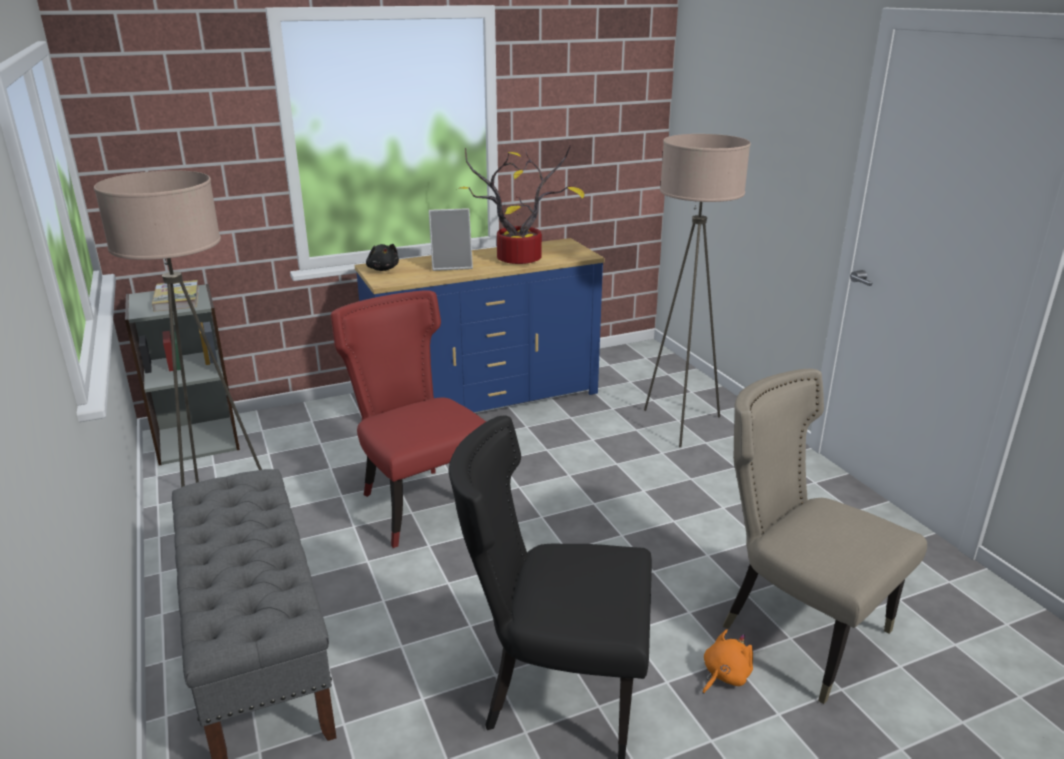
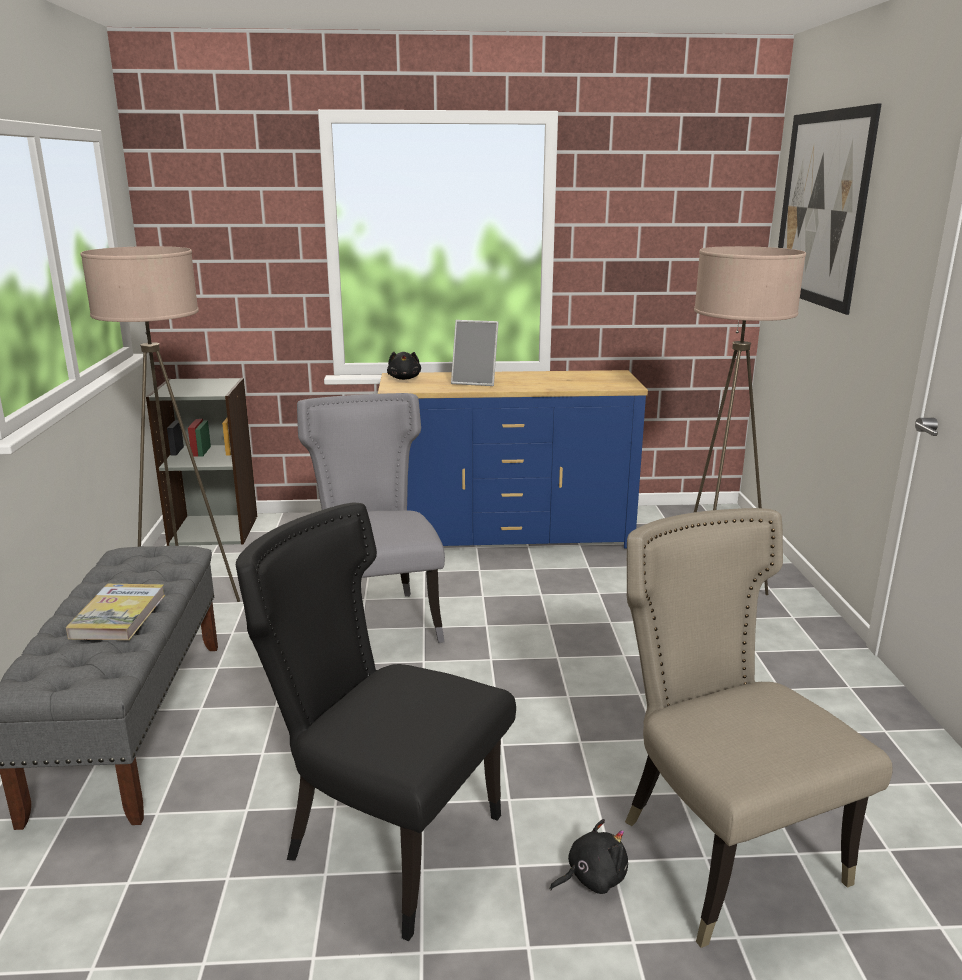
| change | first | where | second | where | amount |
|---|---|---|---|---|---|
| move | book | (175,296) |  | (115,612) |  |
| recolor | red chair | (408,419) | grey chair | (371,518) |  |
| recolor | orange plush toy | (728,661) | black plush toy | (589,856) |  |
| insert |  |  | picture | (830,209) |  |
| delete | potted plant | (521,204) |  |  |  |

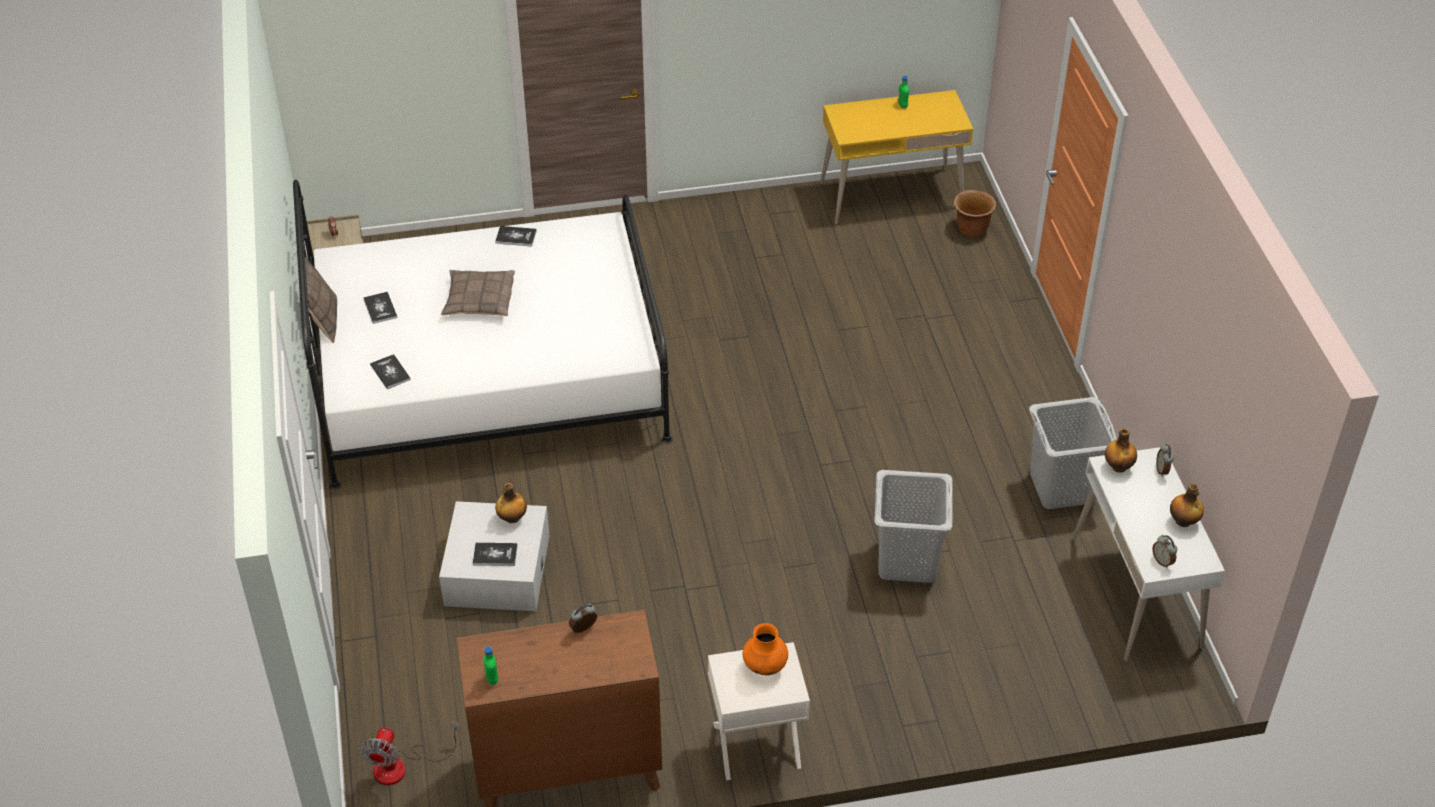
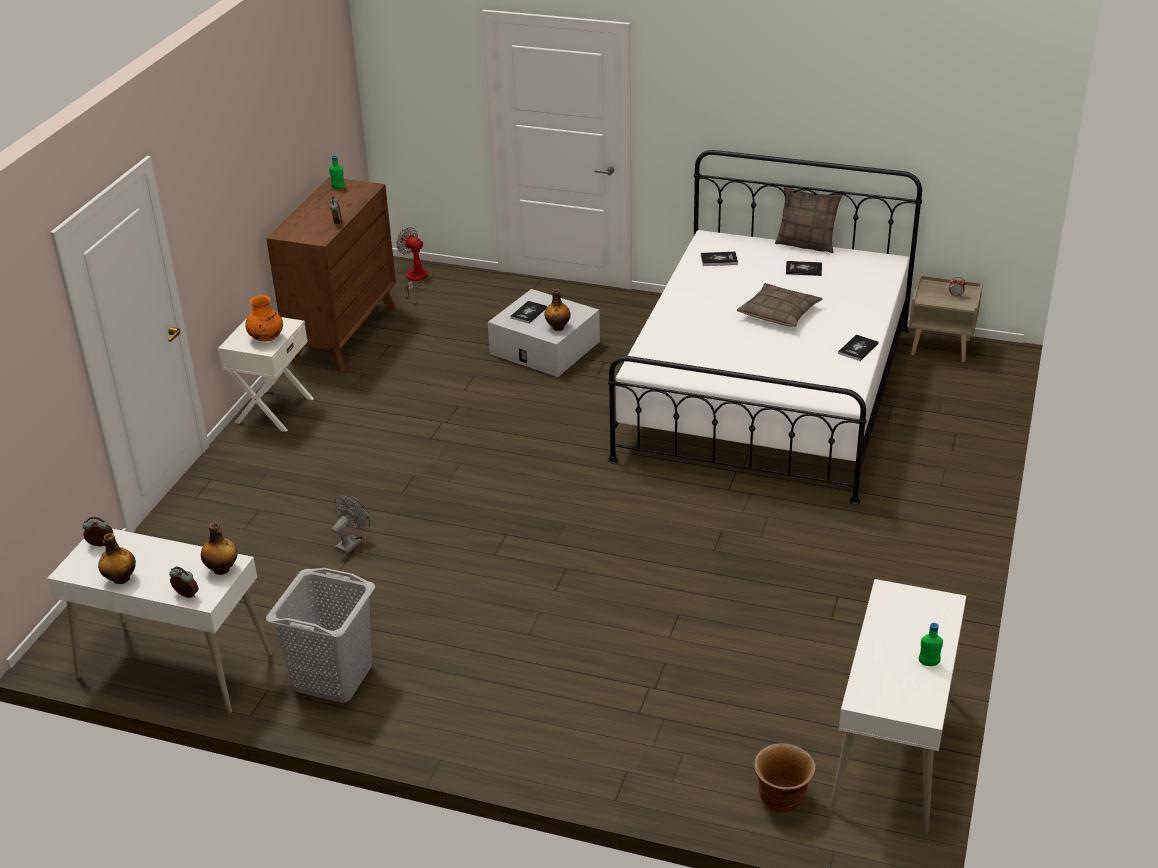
| change | first | where | second | where | amount |
|---|---|---|---|---|---|
| replace | grey laundry basket | (913,526) | grey fan | (351,524) |  |
| recolor | yellow desk | (896,157) | white desk | (897,706) |  |

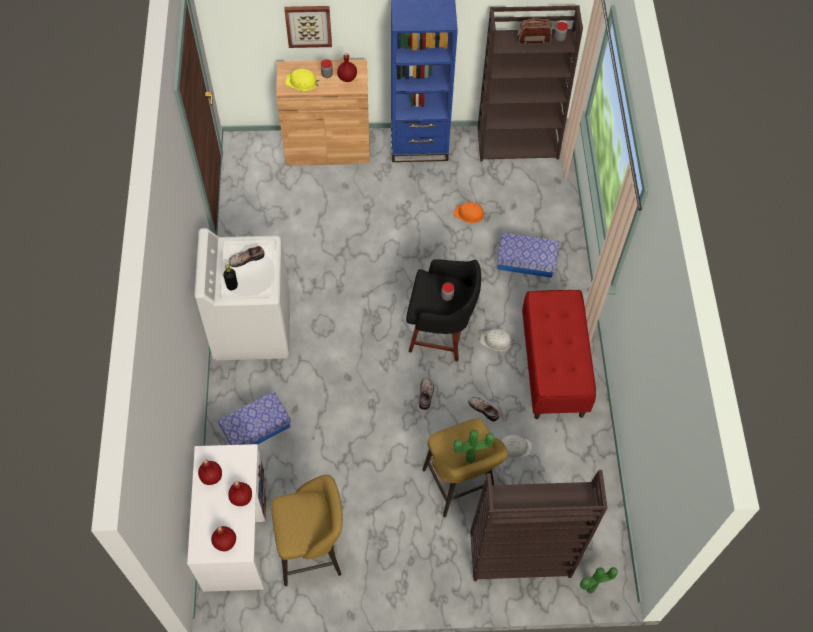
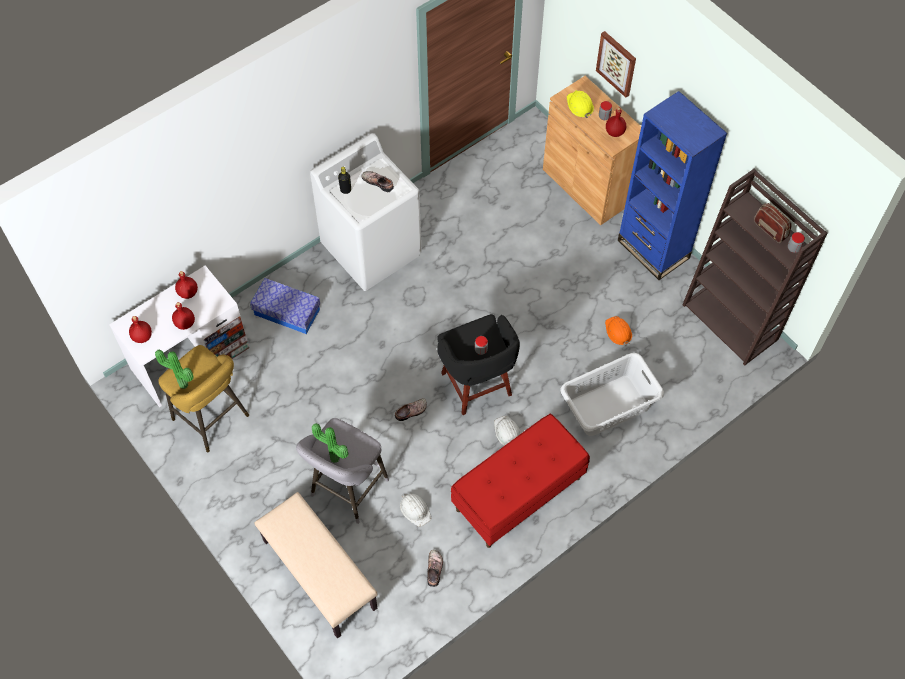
| change | first | where | second | where | amount |
|---|---|---|---|---|---|
| move | potted plant | (599,580) |  | (174,369) |  |
| replace | brown bookcase | (538,525) | beige bench | (316,565) |  |
| recolor | yellow stool | (465,467) | grey stool | (342,471) |  |
| move | shoe | (483,409) |  | (435,568) |  |
| replace | storage box | (528,255) | grey laundry basket | (612,394) |  |

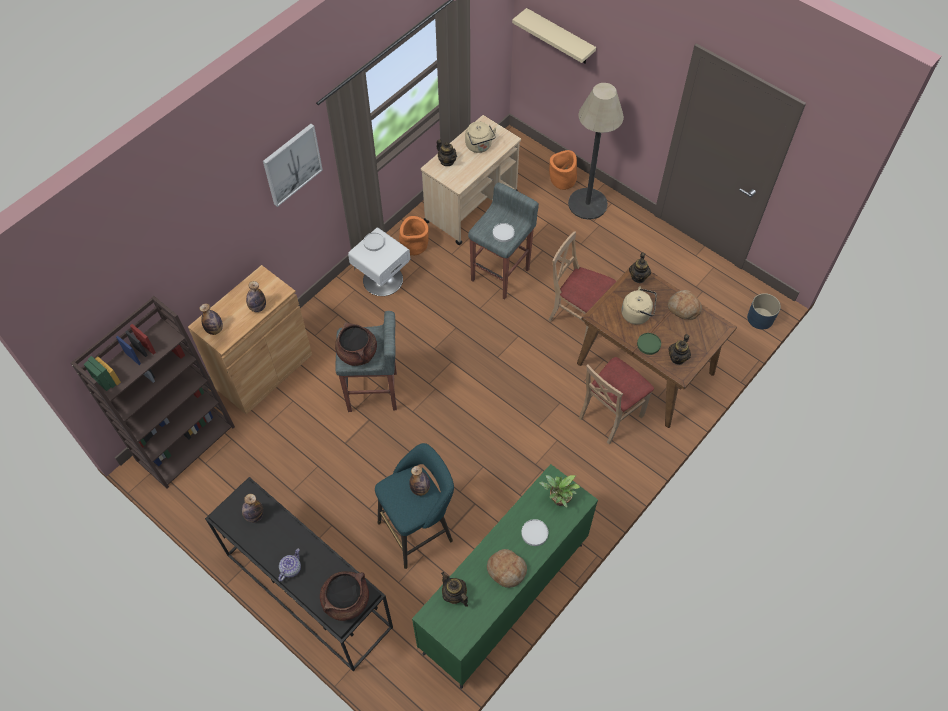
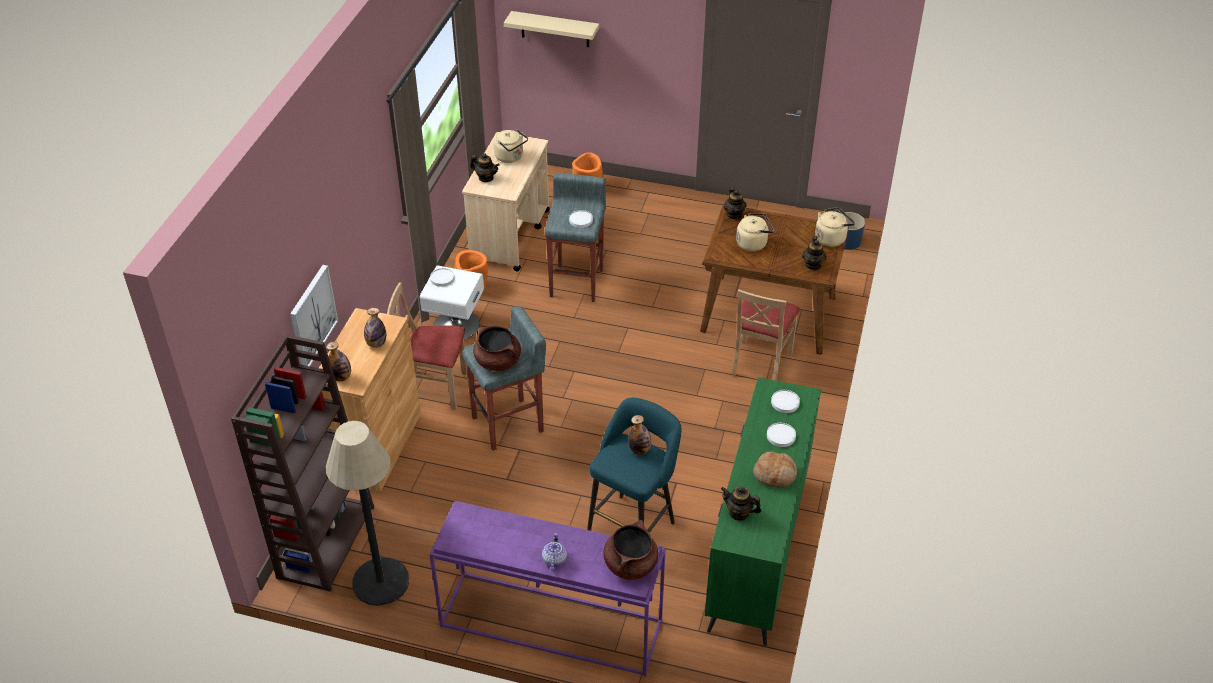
| change | first | where | second | where | amount |
|---|---|---|---|---|---|
| move | picture | (293,165) |  | (314,315) |  |
| move | floor lamp | (596,151) |  | (367,513) |  |
| move | beige chair | (582,285) |  | (427,346) |  |
| recolor | black console table | (299,574) | purple console table | (547,588) |  |
| replace | potted plant | (559,491) | white plate | (785,401) |  |
| insert |  |  | beige kettle | (835,227) |  |
| delete | bottle | (252,508) |  |  |  |
| delete | green plate | (649,344) |  |  |  |
| delete | bread | (685,305) |  |  |  |

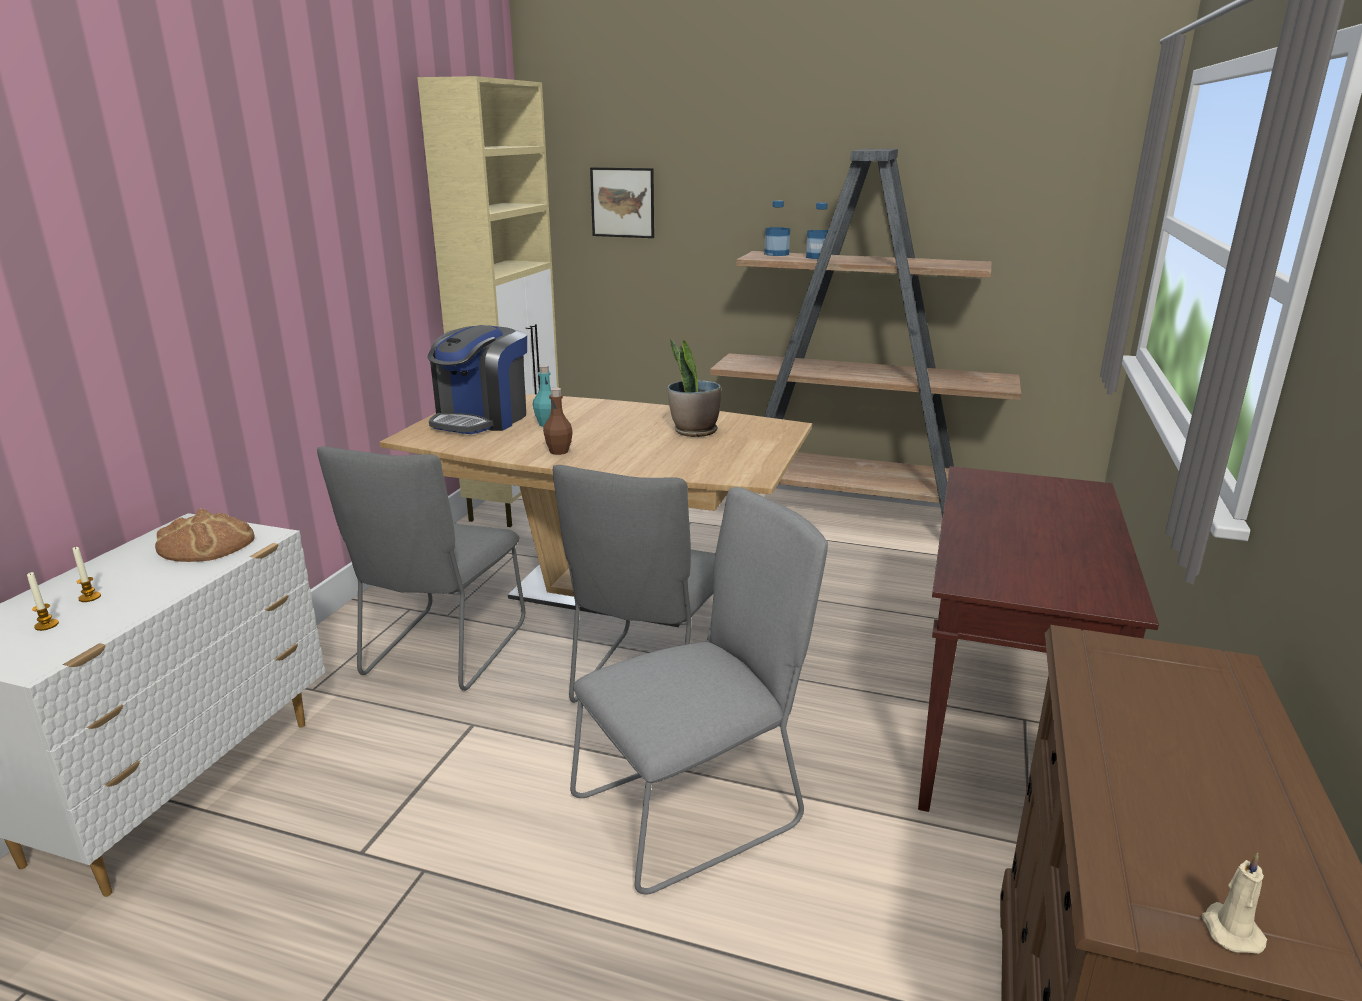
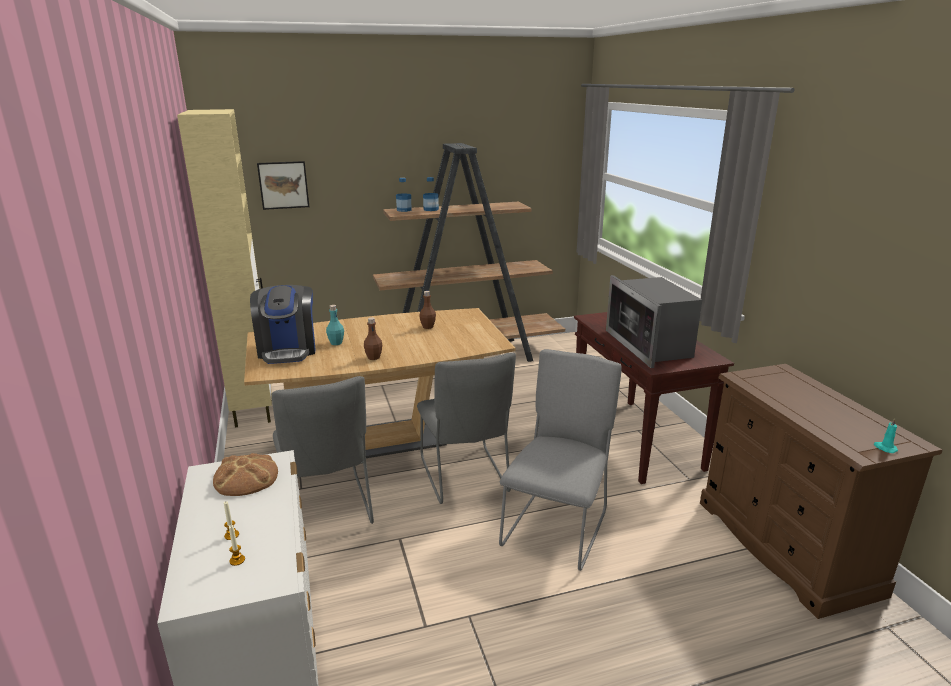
| change | first | where | second | where | amount |
|---|---|---|---|---|---|
| replace | potted plant | (694,388) | brown bottle | (427,310) |  |
| insert |  |  | microwave | (654,321) |  |
| recolor | beige candle | (1234,903) | turquoise candle | (886,435) |  |

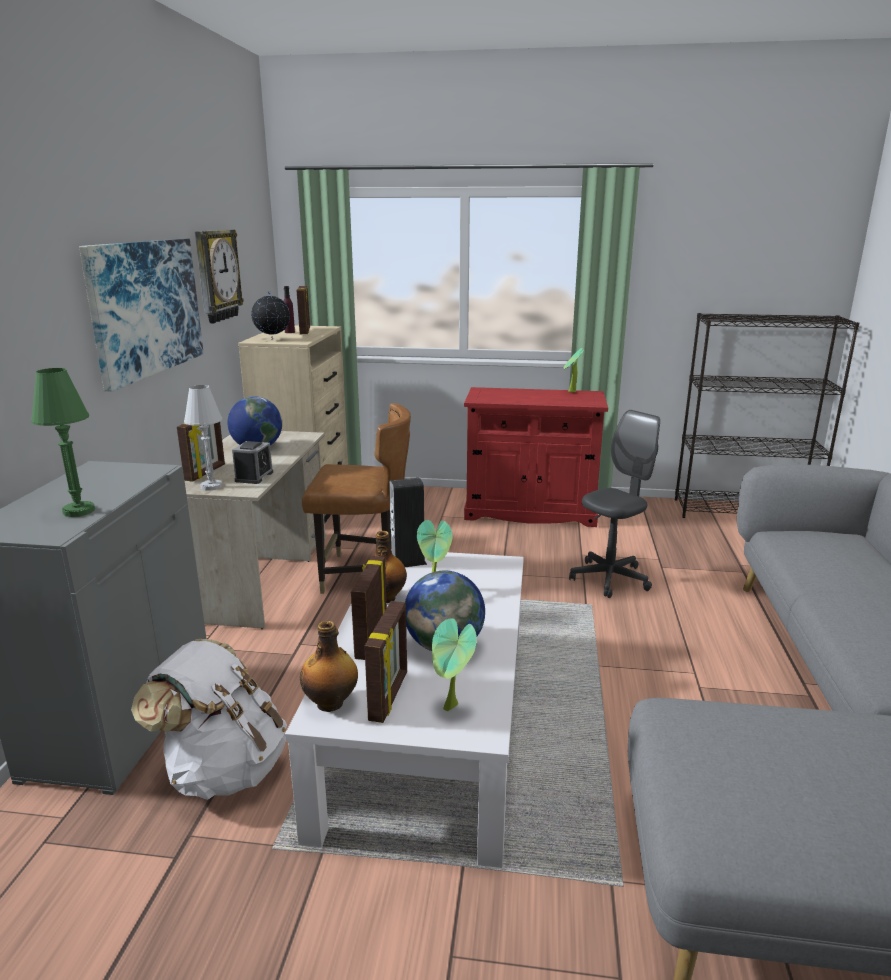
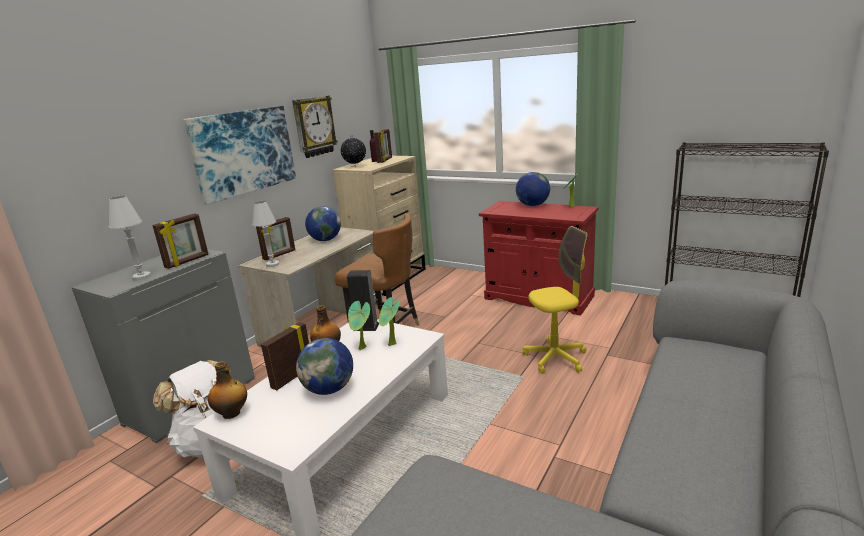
| change | first | where | second | where | amount |
|---|---|---|---|---|---|
| recolor | green table lamp | (63,442) | white table lamp | (130,238) |  |
| move | picture frame | (385,662) |  | (180,241) |  |
| move | potted plant | (454,664) |  | (389,321) |  |
| insert |  |  | globe | (533,189) |  |
| recolor | grey office chair | (614,504) | yellow office chair | (555,300) |  |
| delete | alarm clock | (252,462) |  |  |  |

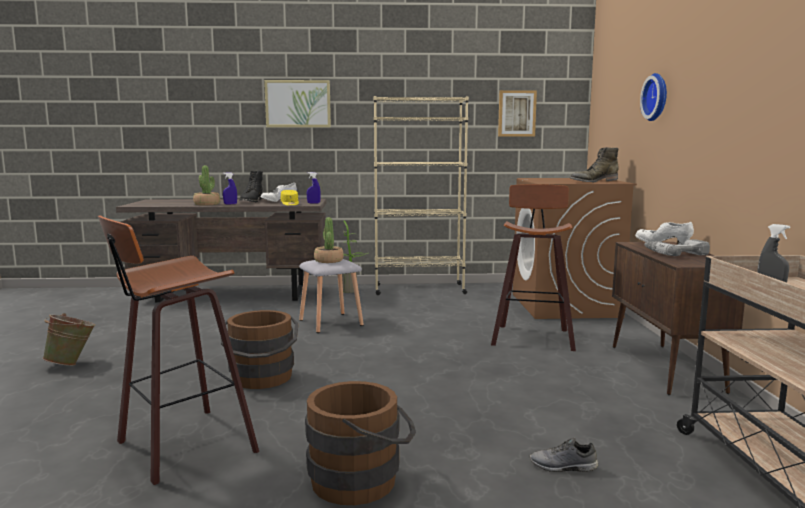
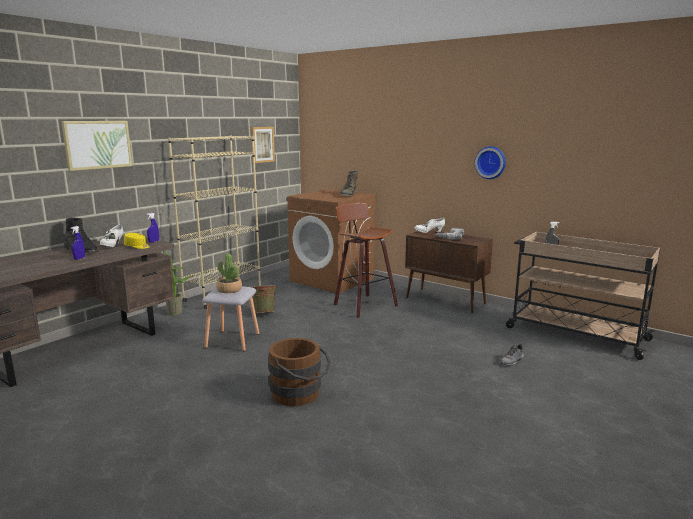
| change | first | where | second | where | amount |
|---|---|---|---|---|---|
| move | green bucket | (69,339) |  | (264,299) |  |
| move | wall clock | (653,97) |  | (490,162) |  |
| delete | stool | (178,350) |  |  |  |
| delete | potted plant | (206,185) |  |  |  |
| delete | brown bucket | (360,443) |  |  |  |

